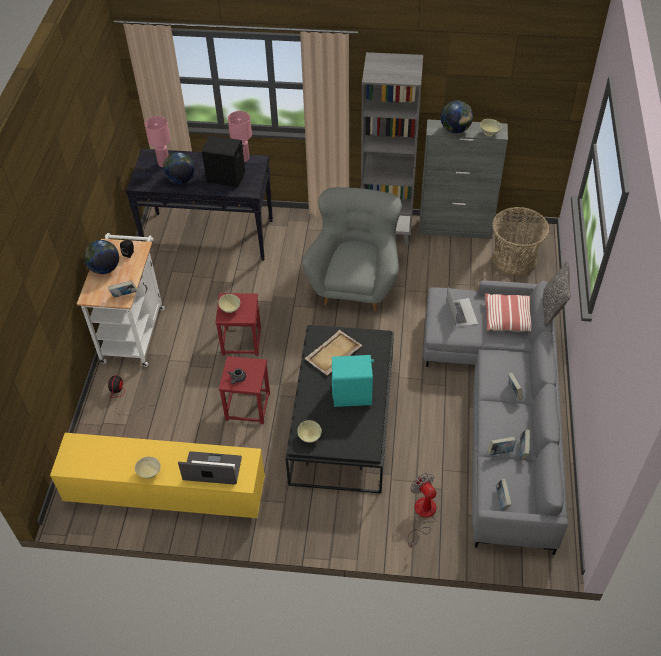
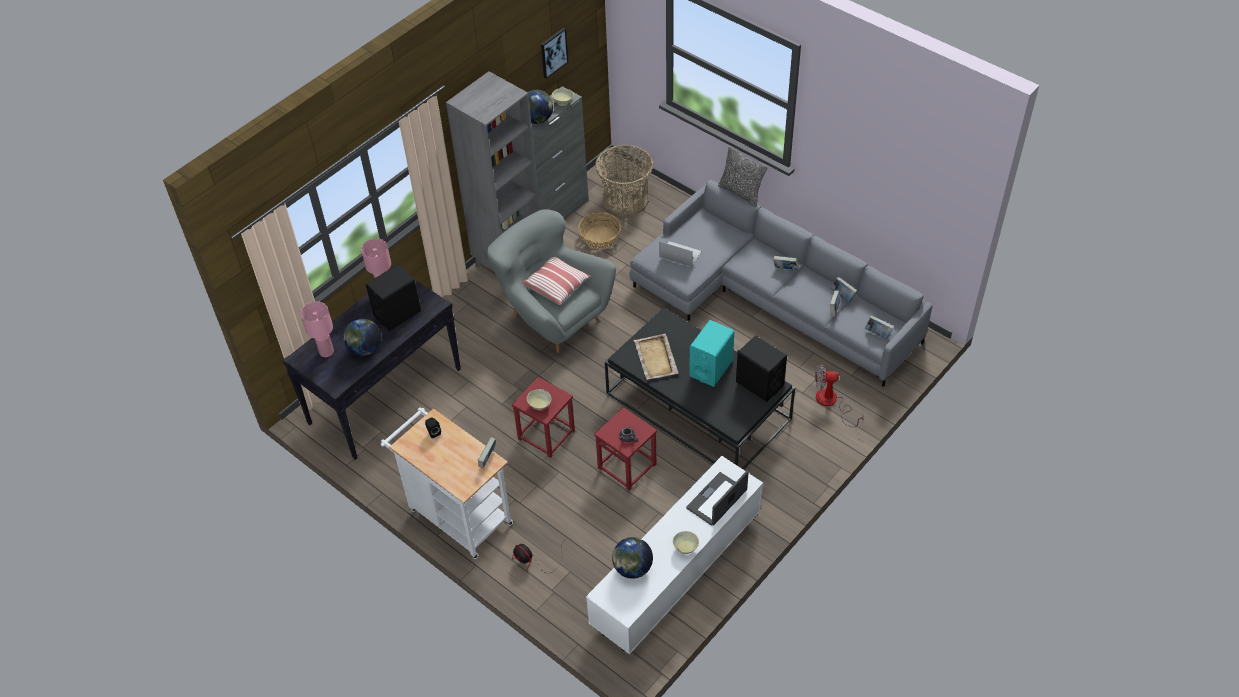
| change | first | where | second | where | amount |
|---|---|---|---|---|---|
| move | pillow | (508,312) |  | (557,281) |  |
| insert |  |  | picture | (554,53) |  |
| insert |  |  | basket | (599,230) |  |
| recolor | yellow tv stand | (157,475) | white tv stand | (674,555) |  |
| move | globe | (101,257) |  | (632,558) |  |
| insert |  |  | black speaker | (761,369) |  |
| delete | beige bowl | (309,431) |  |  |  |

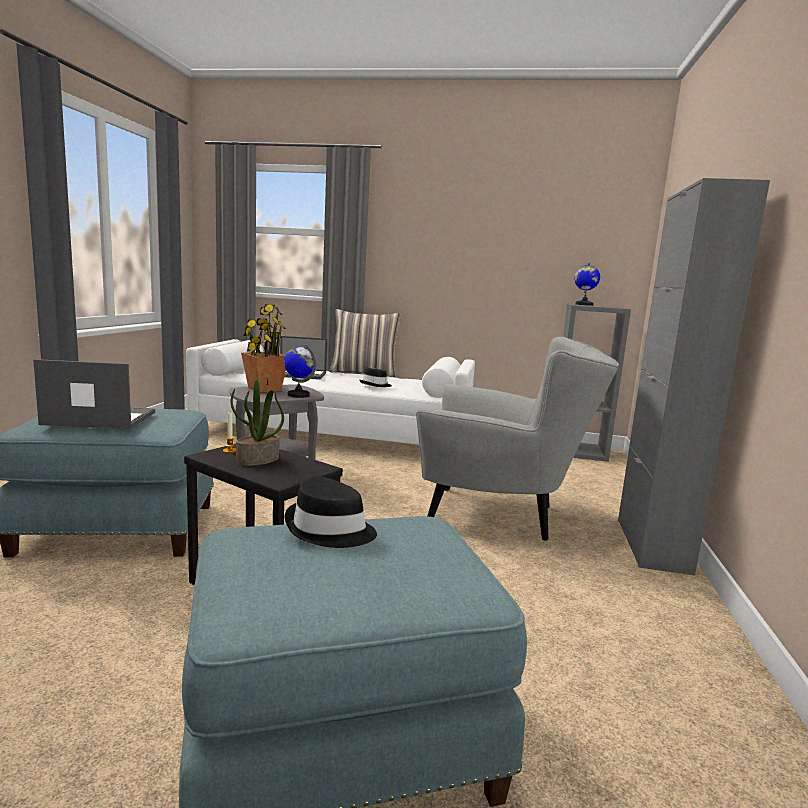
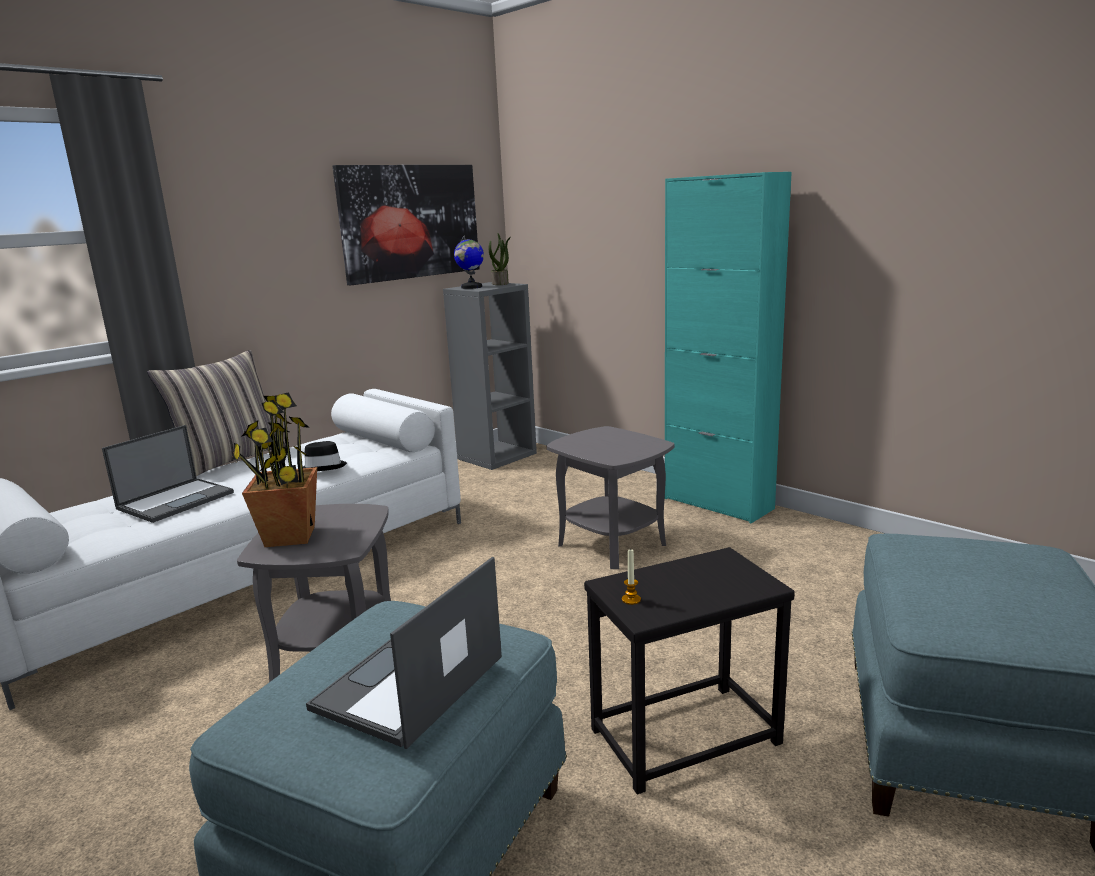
| change | first | where | second | where | amount |
|---|---|---|---|---|---|
| insert |  |  | picture | (406,225) |  |
| move | potted plant | (257,423) |  | (500,259) |  |
| replace | grey armchair | (517,439) | grey side table | (611,497) |  |
| recolor | grey cabinet | (694,376) | turquoise cabinet | (728,347) |  |
| delete | globe | (300,371) |  |  |  |
| delete | black hat | (331,512) |  |  |  |

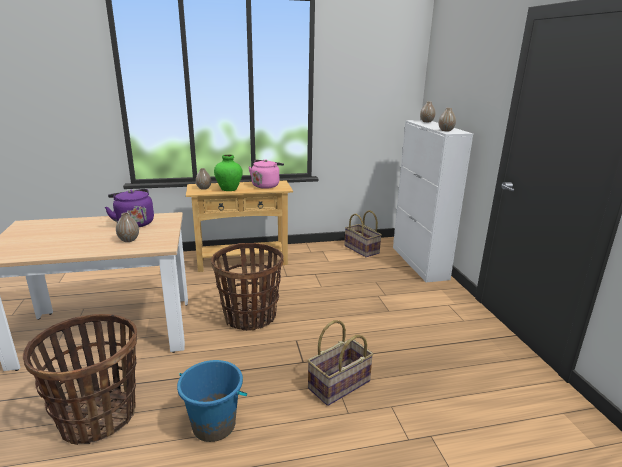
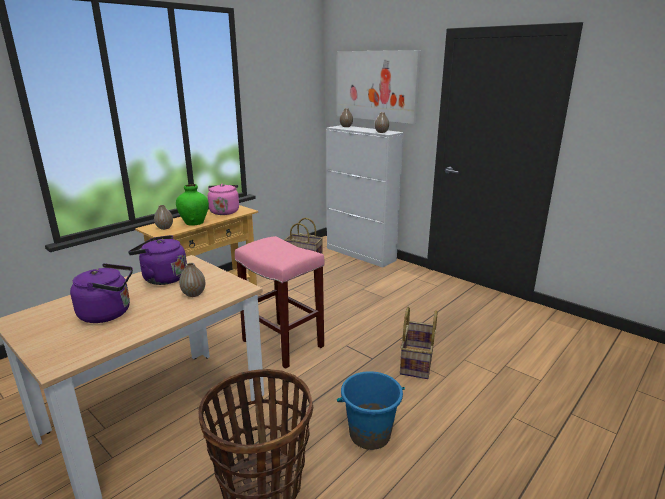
| change | first | where | second | where | amount |
|---|---|---|---|---|---|
| insert |  |  | purple kettle | (101,293) |  |
| replace | basket | (247,287) | pink stool | (279,302) |  |
| insert |  |  | picture | (379,87) |  |

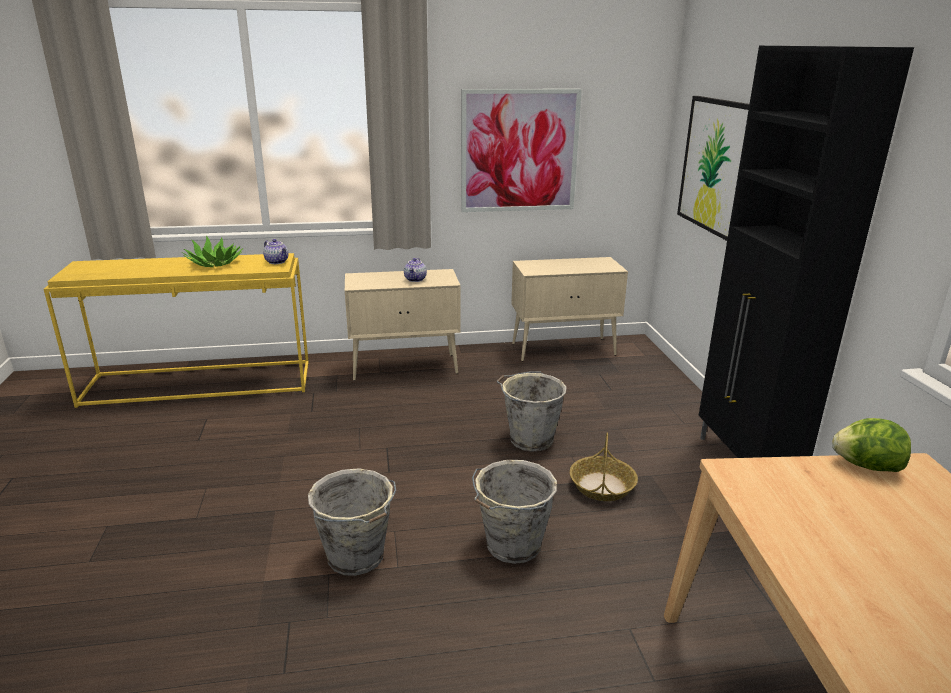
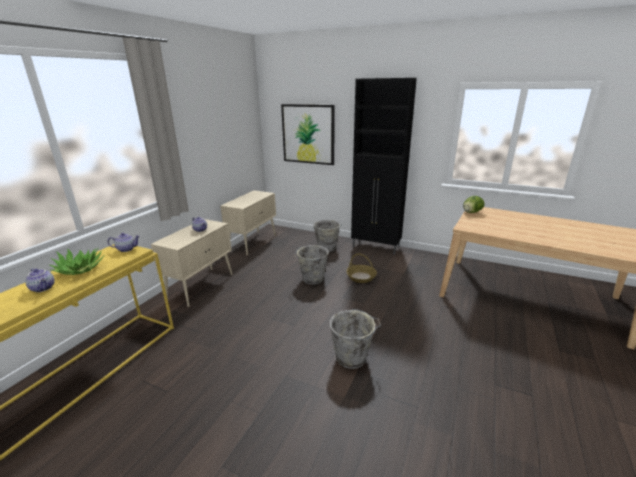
| change | first | where | second | where | amount |
|---|---|---|---|---|---|
| insert |  |  | teapot | (40,280) |  |
| move | grey bucket | (514,512) |  | (327,236) |  |
| delete | picture | (521,150) |  |  |  |

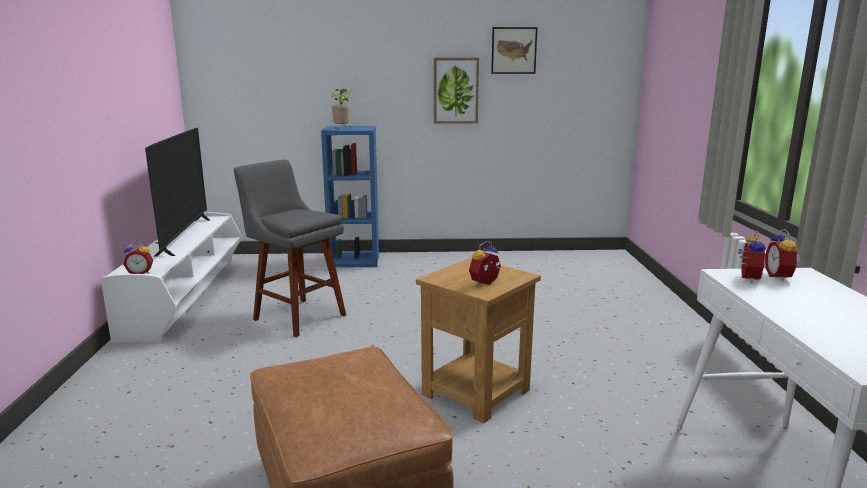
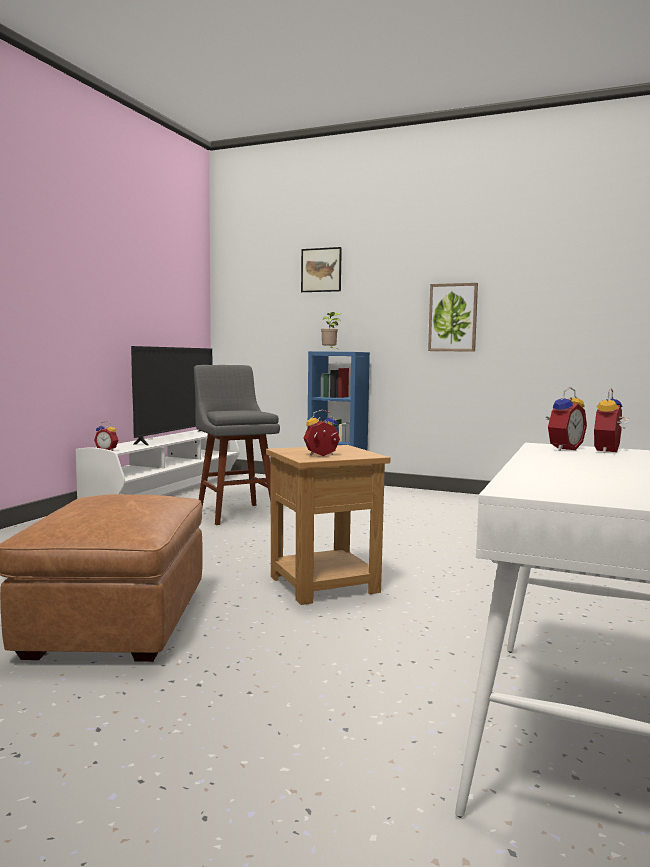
| change | first | where | second | where | amount |
|---|---|---|---|---|---|
| move | picture | (514,50) |  | (321,269) |  |

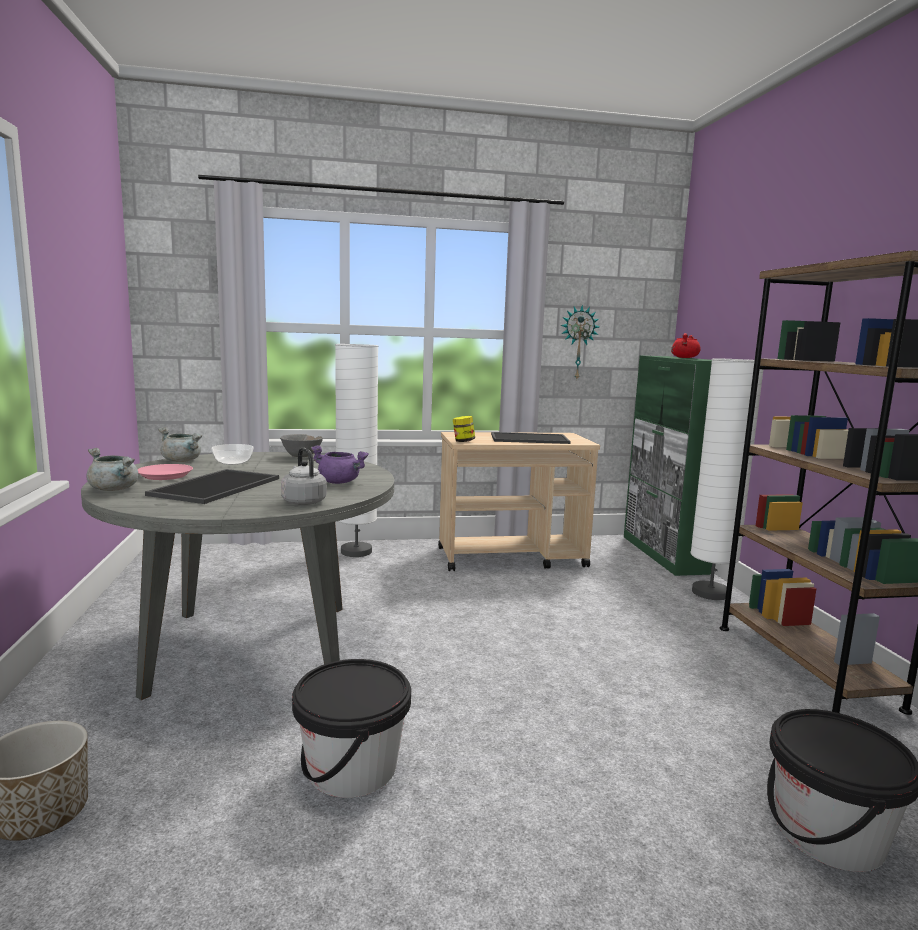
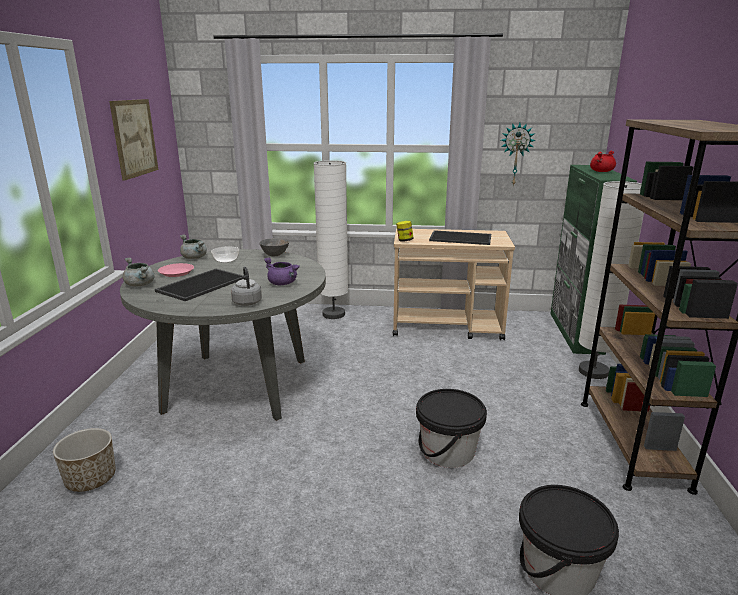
| change | first | where | second | where | amount |
|---|---|---|---|---|---|
| insert |  |  | picture | (133,140) |  |
| move | black bucket | (351,728) |  | (451,428) |  |

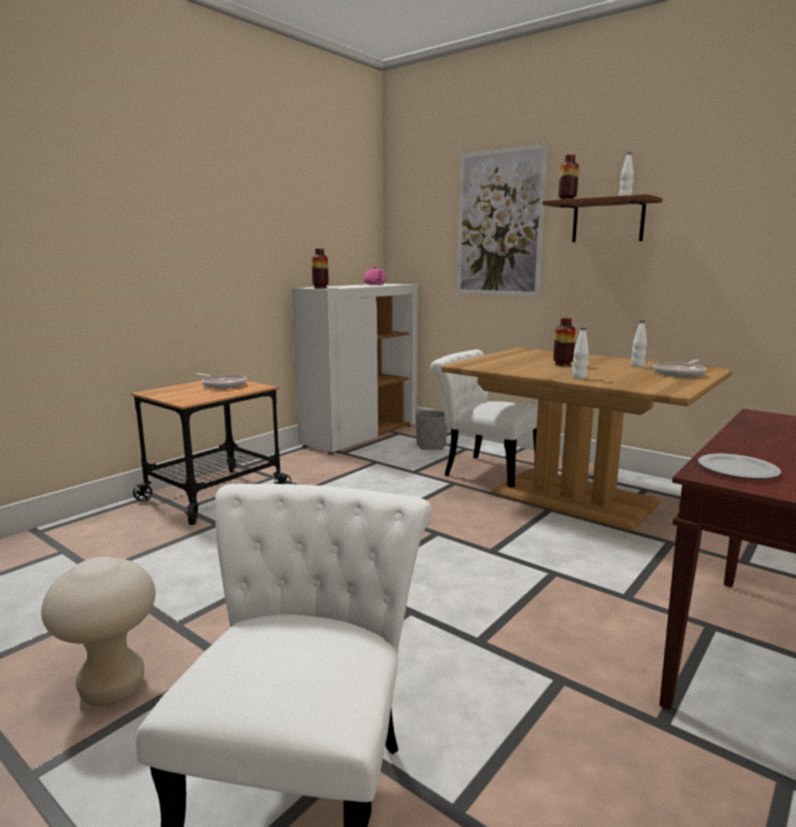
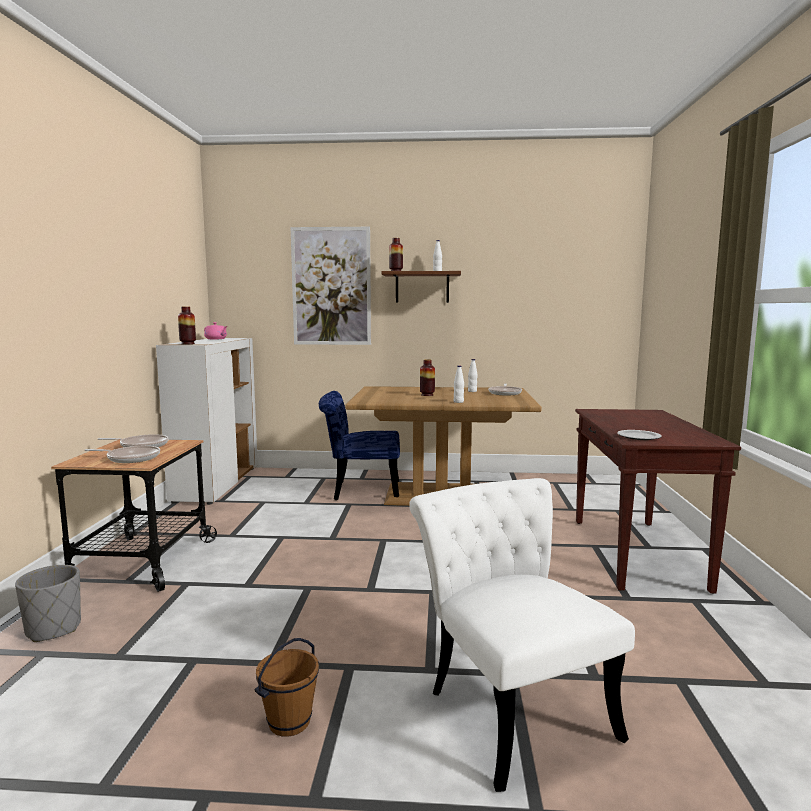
| change | first | where | second | where | amount |
|---|---|---|---|---|---|
| move | grey planter | (431,430) |  | (48,603) |  |
| insert |  |  | frying pan | (122,454) |  |
| replace | beige stool | (98,631) | brown bucket | (286,687) |  |
| recolor | white chair | (484,419) | blue chair | (359,445) |  |

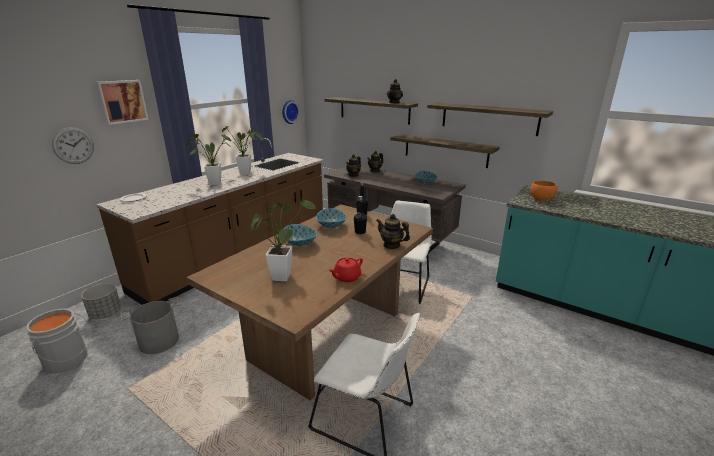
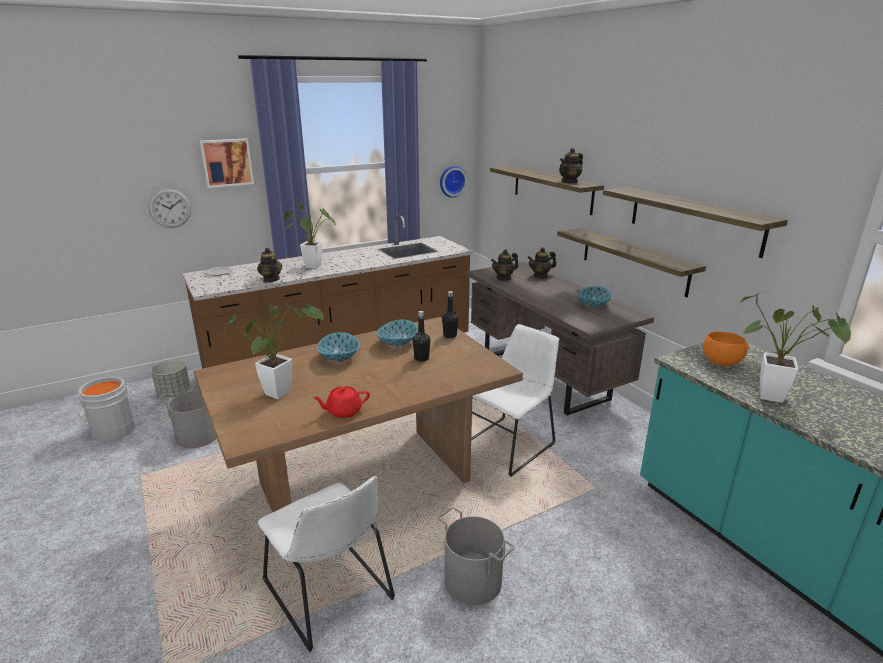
| change | first | where | second | where | amount |
|---|---|---|---|---|---|
| move | teapot | (393,231) |  | (269,265) |  |
| insert |  |  | grey bucket | (476,556) |  |
| move | potted plant | (242,150) |  | (796,348) |  |

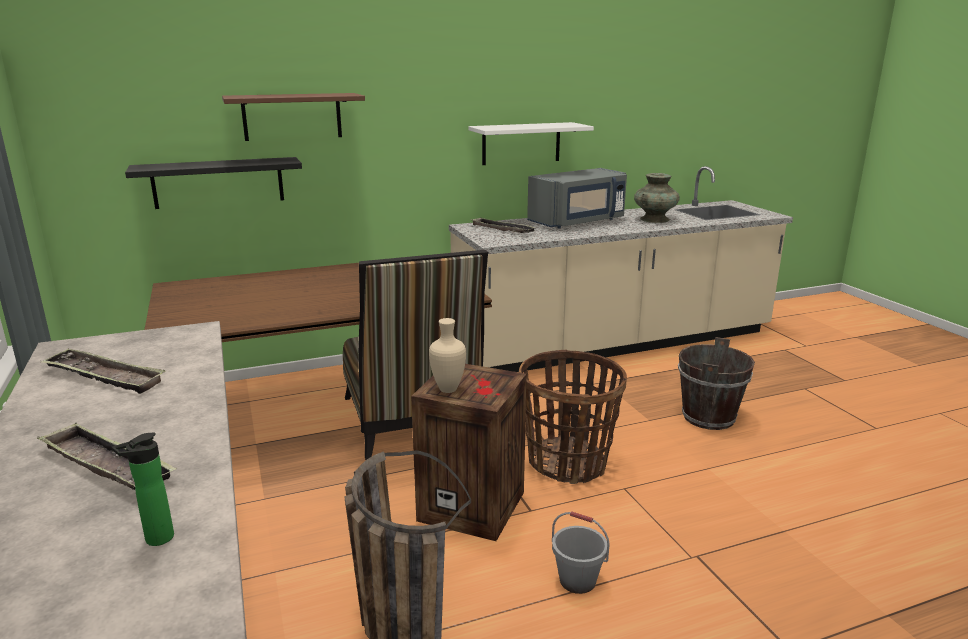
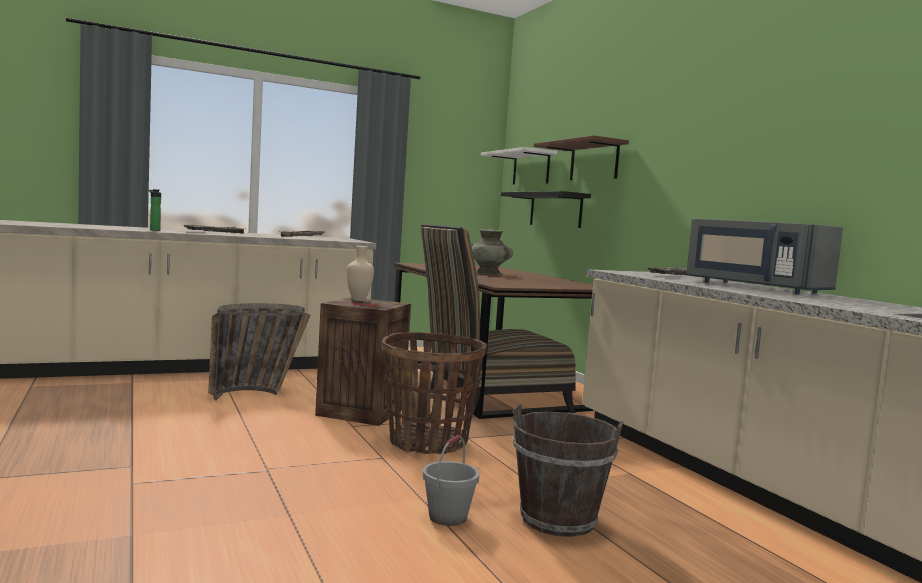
| change | first | where | second | where | amount |
|---|---|---|---|---|---|
| move | grey bucket | (580,552) |  | (451,480) |  |
| move | turquoise vase | (657,198) |  | (492,252) |  |
| move | white shelf | (531,143) |  | (519,166) |  |

